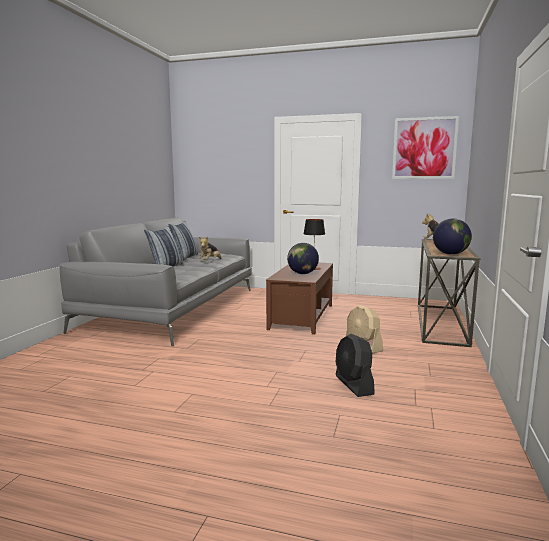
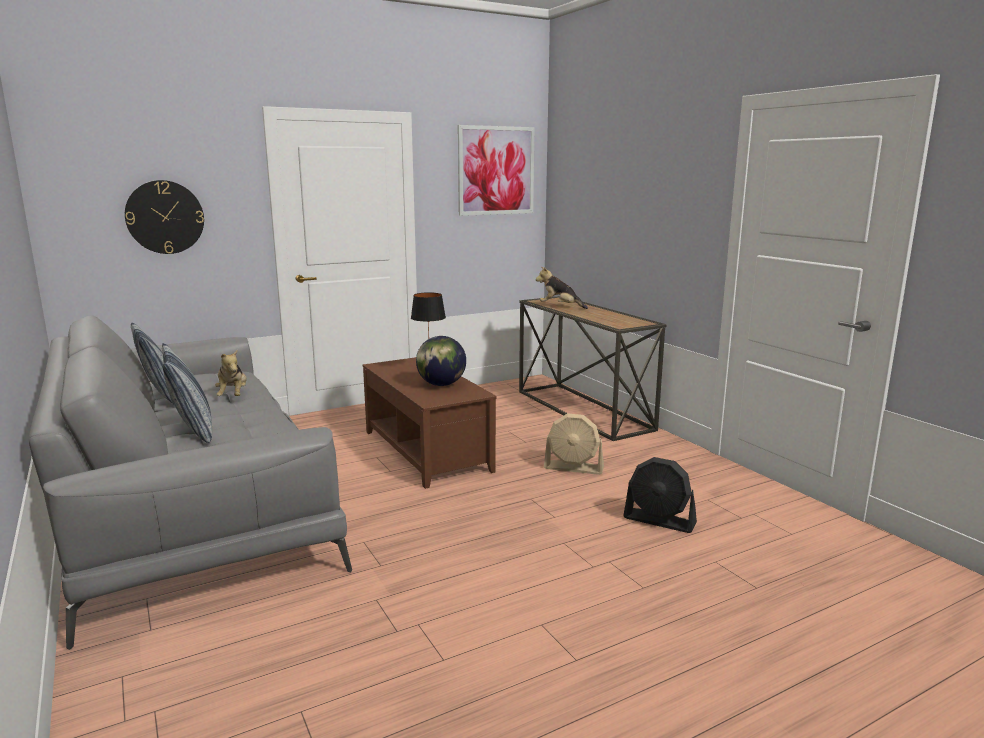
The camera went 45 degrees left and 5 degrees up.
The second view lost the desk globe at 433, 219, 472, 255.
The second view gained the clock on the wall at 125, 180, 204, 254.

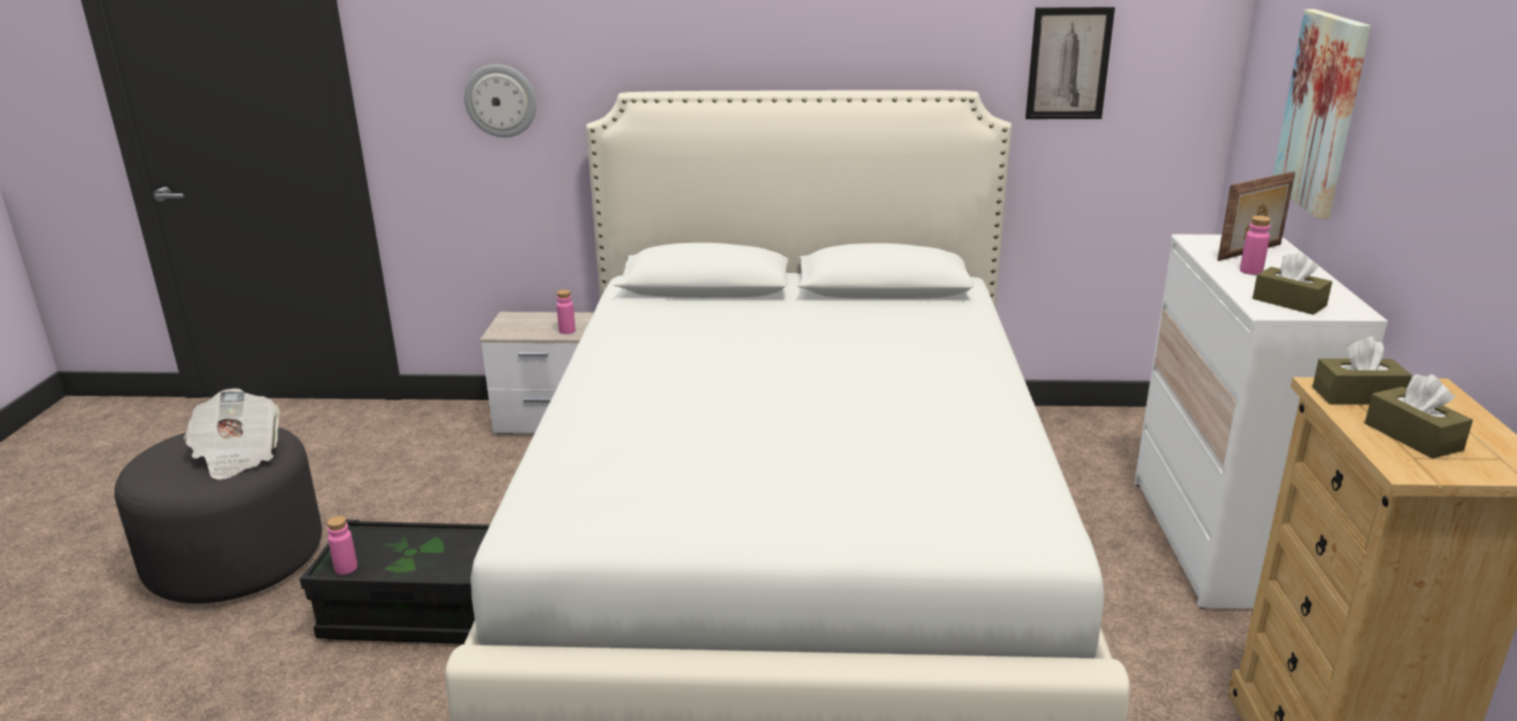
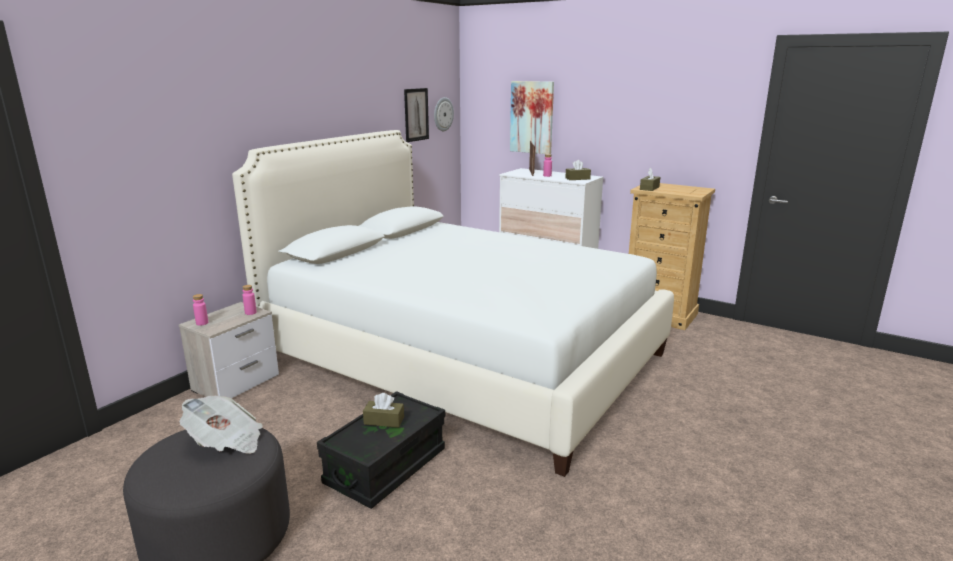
The camera went 60 degrees left and 5 degrees down.
The bottle/pink-coloured ended up elsewhere, having gone from 327, 516, 358, 575 to 193, 294, 208, 326.
The clock on the wall ended up elsewhere, having gone from 464, 64, 537, 137 to 434, 97, 454, 131.
The tissue box/brown ended up elsewhere, having gone from 1365, 374, 1473, 459 to 363, 393, 404, 428.

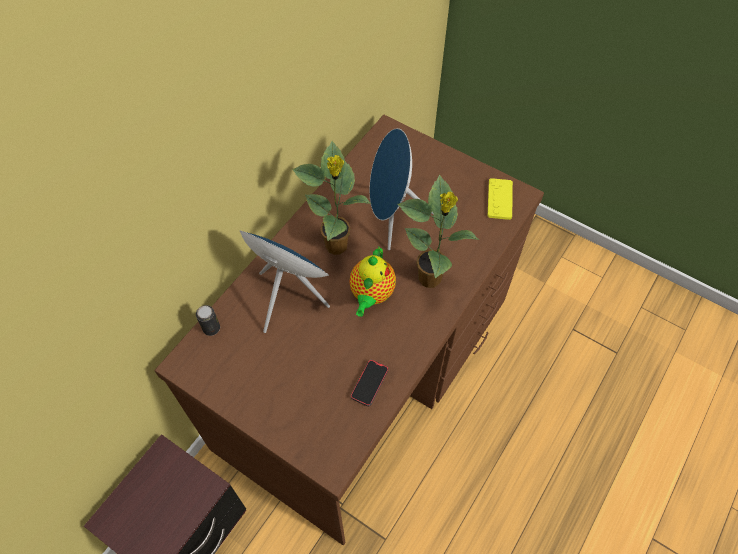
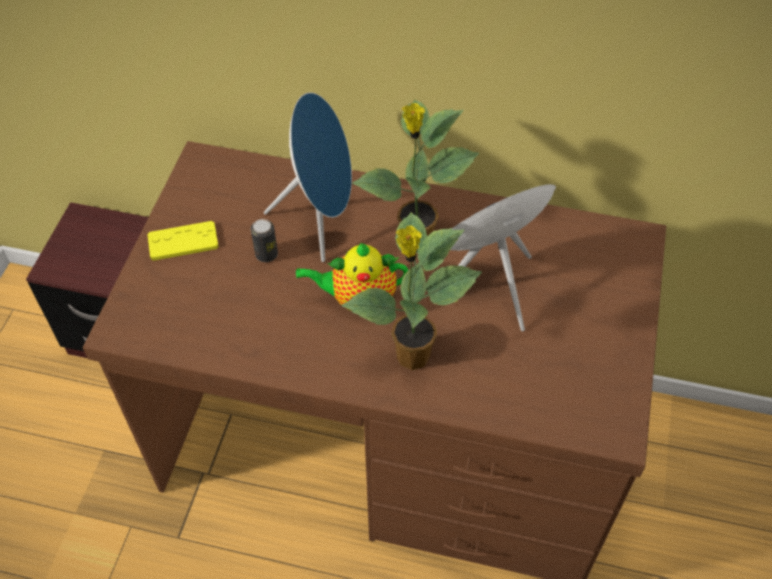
The camera went 70 degrees right and 5 degrees down.
The sealed can ended up elsewhere, having gone from 196, 305, 220, 336 to 251, 219, 278, 262.
The second view lost the handset at 351, 360, 388, 406.
The joypad/yellow-coloured ended up elsewhere, having gone from 488, 178, 513, 220 to 147, 221, 219, 261.

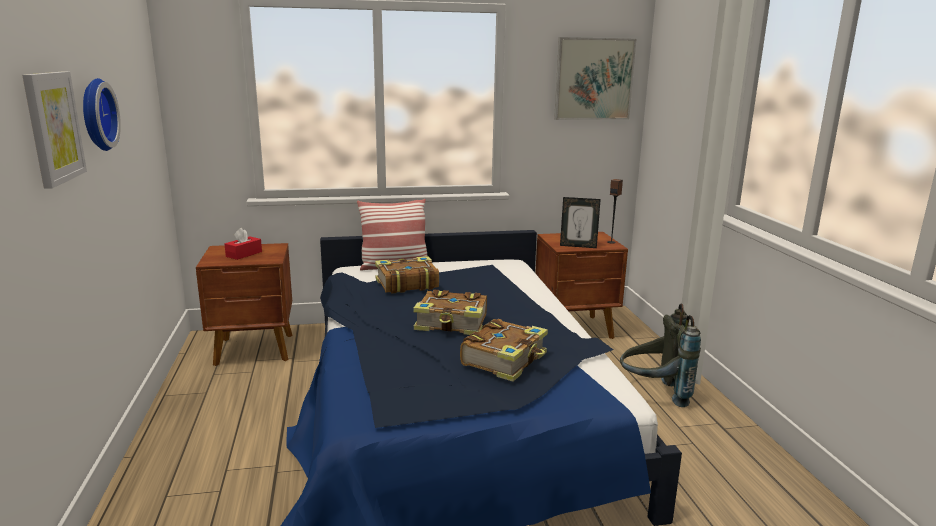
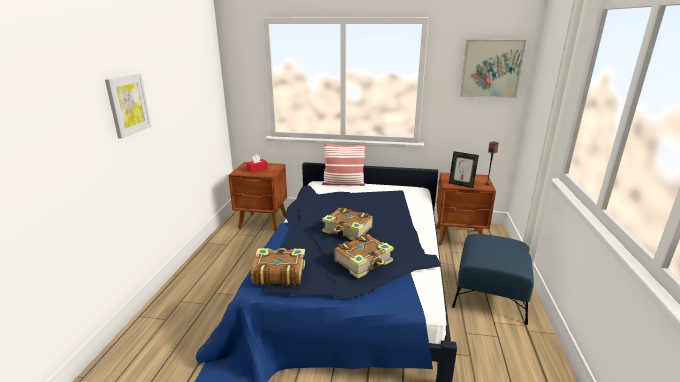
The camera went 20 degrees right and 5 degrees up.
The second view lost the clock on the wall at 83, 78, 121, 151.
The book ended up elsewhere, having gone from 375, 256, 439, 294 to 251, 248, 305, 286.
Where the rucksack/greyish stood at 620, 304, 701, 407, the ottoman/blue came to stand at 452, 234, 534, 325.

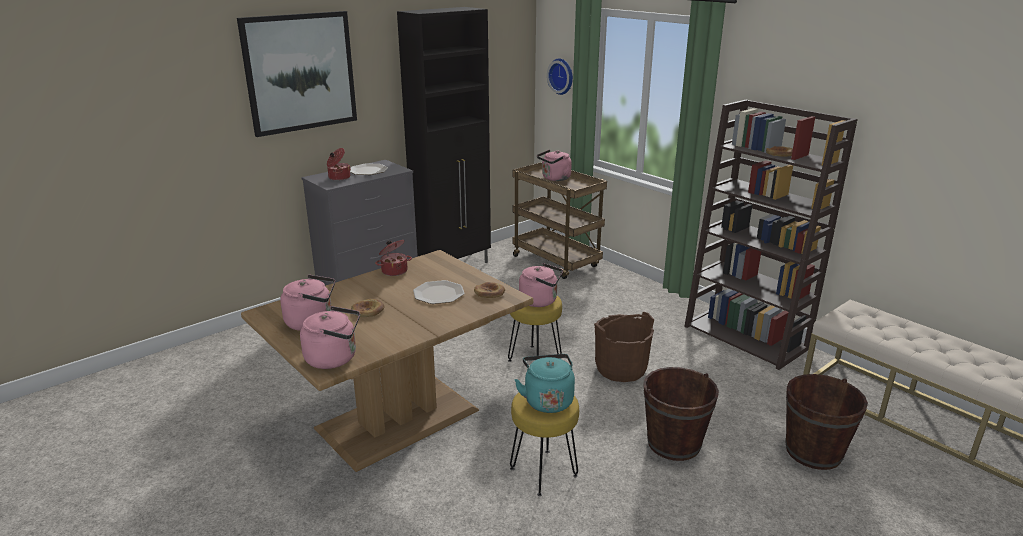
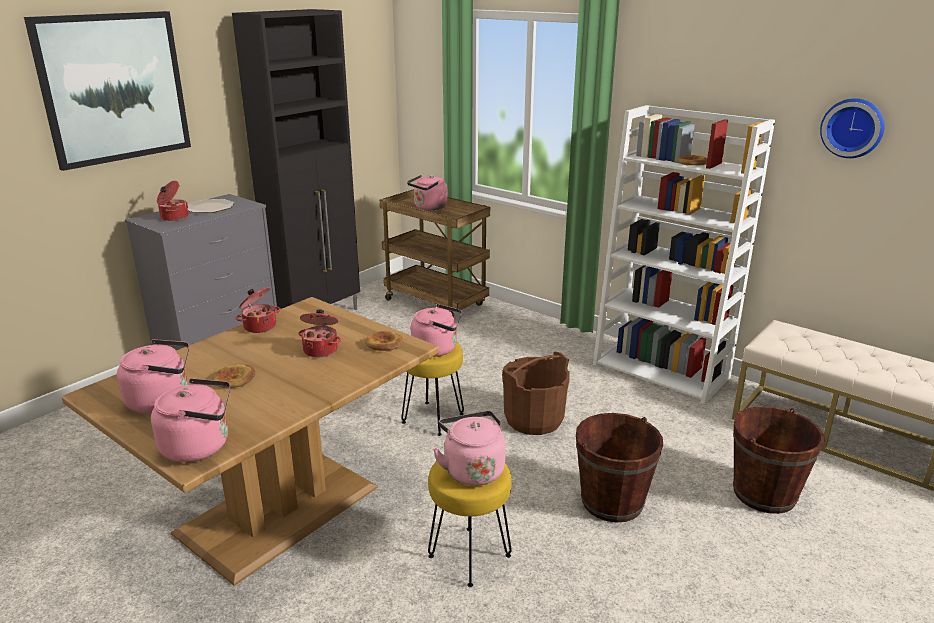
The camera went 10 degrees left and 0 degrees up.
Where the flat dish stood at 413, 280, 465, 304, the cooking pot came to stand at 298, 309, 341, 358.
What was the water kettle/turquoise-coloured at 515, 354, 575, 413 turned into the water kettle/pink-coloured at 433, 411, 506, 486.
The clock on the wall ended up elsewhere, having gone from 547, 58, 573, 95 to 820, 98, 884, 158.
What was the bookcase/brown at 684, 100, 858, 370 turned into the bookcase/whitish at 593, 105, 775, 404.

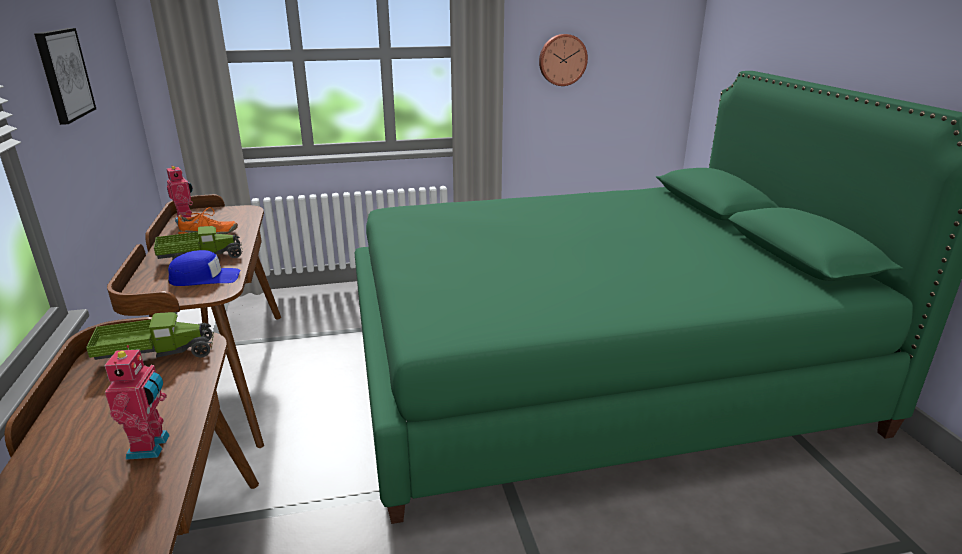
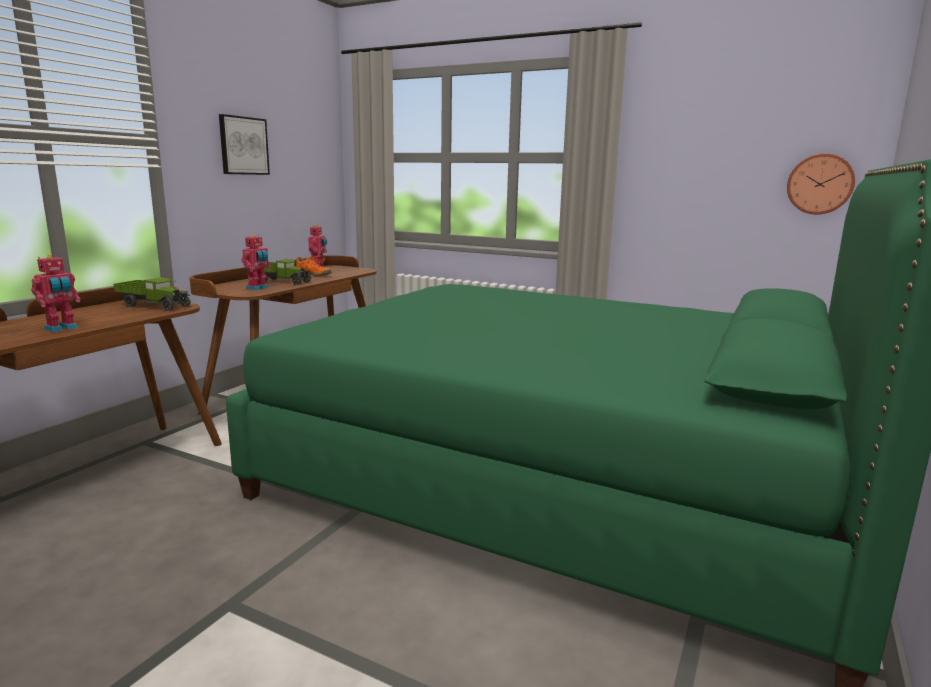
The camera went 40 degrees right and 10 degrees down.
Where the cap/blue stood at 168, 250, 240, 286, the robot figure came to stand at 241, 234, 271, 290.
The clock on the wall ended up elsewhere, having gone from 539, 34, 588, 86 to 787, 153, 855, 214.

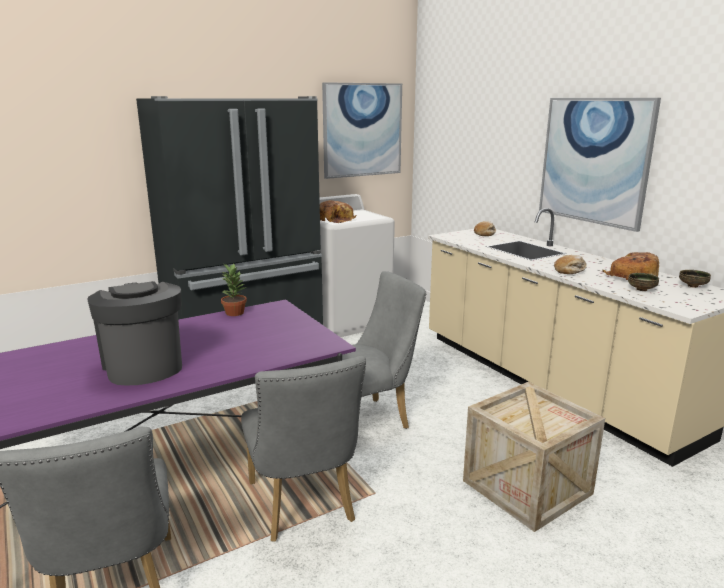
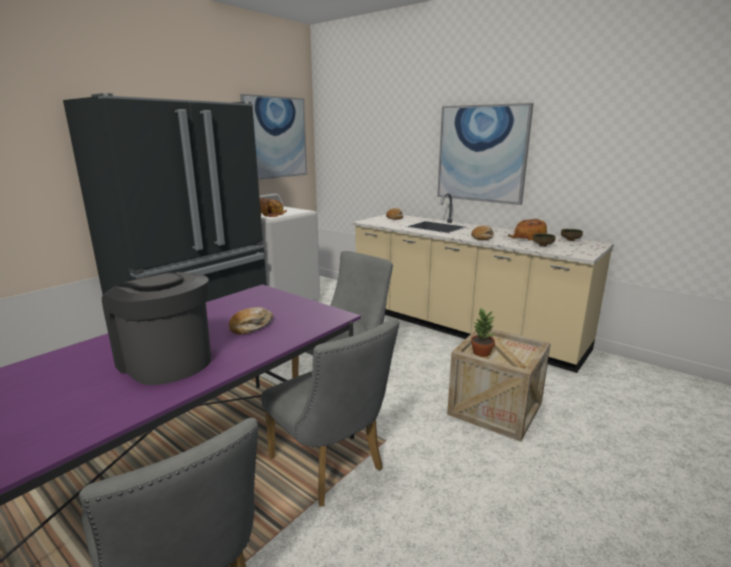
The camera went 20 degrees left and 0 degrees up.
The plant in a pot ended up elsewhere, having gone from 221, 264, 247, 316 to 471, 308, 496, 357.
The second view gained the bakery bread at 229, 307, 273, 334.

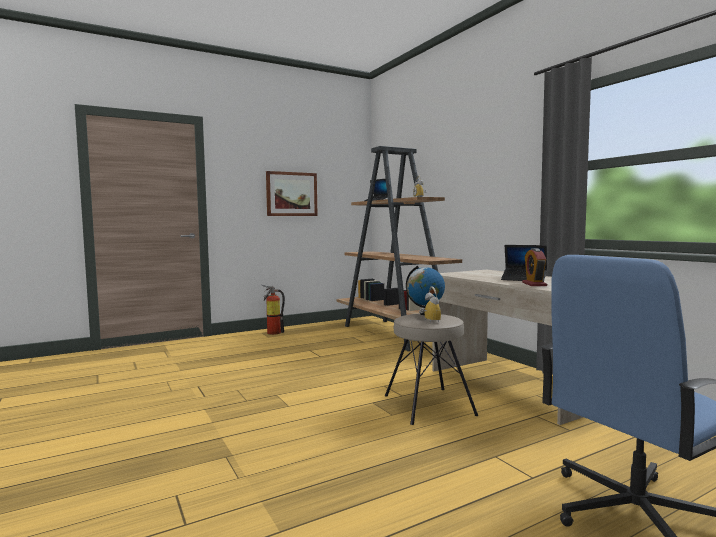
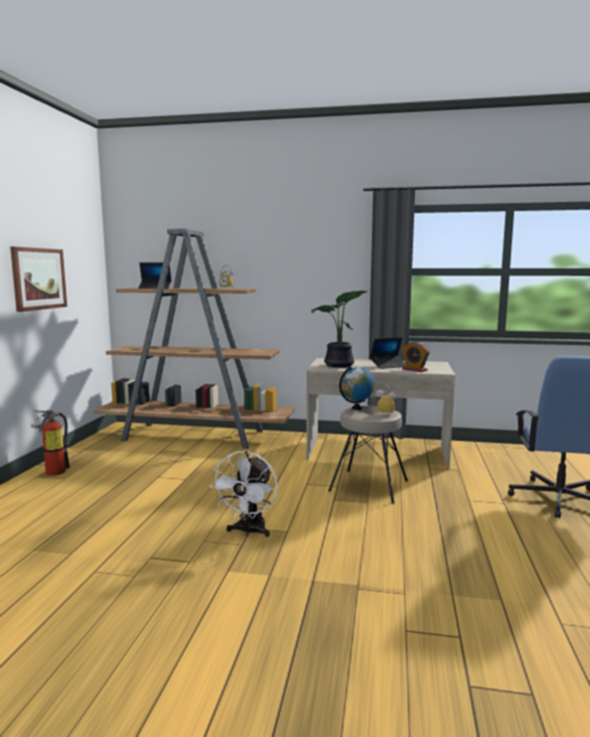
The camera went 50 degrees left and 5 degrees up.
The second view gained the electric fan/whitish at 210, 451, 278, 537.
The second view gained the plant in a pot at 311, 290, 368, 368.

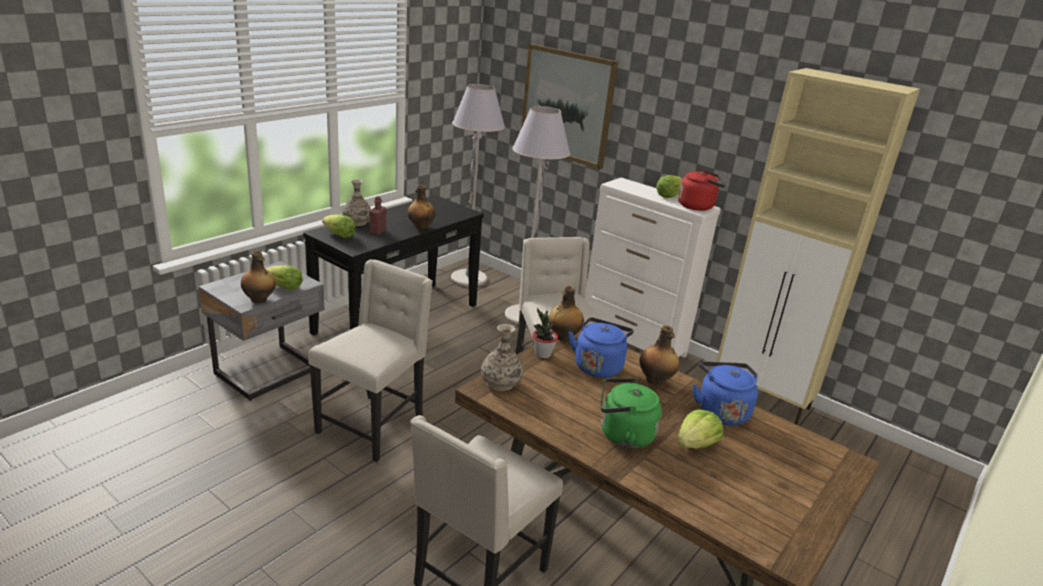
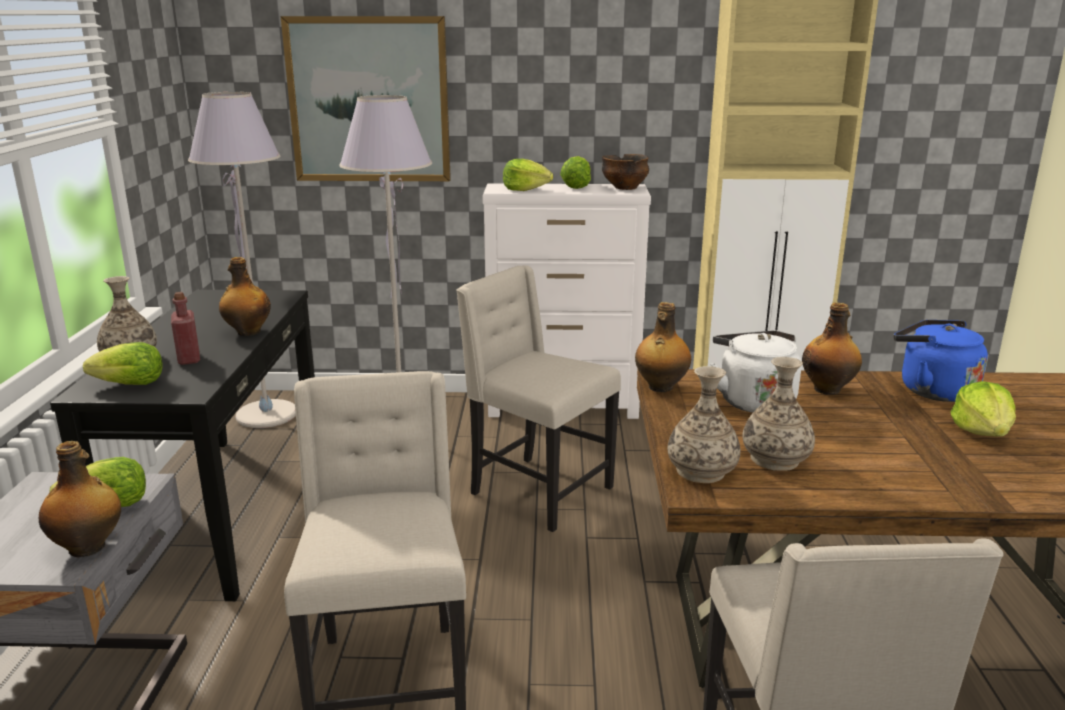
The camera went 35 degrees left and 5 degrees down.
The second view lost the plant in a pot at 533, 308, 558, 358.
What was the water kettle/blue at 568, 317, 634, 378 turned into the water kettle/whitish at 710, 331, 801, 413.
The second view lost the water kettle/green at 601, 378, 662, 448.
Where the water kettle/reddish stood at 678, 169, 726, 211, the bowl came to stand at 602, 154, 649, 190.
The second view gained the lettuce at 503, 159, 553, 191.
The second view gained the decorative vase at 743, 357, 815, 471.

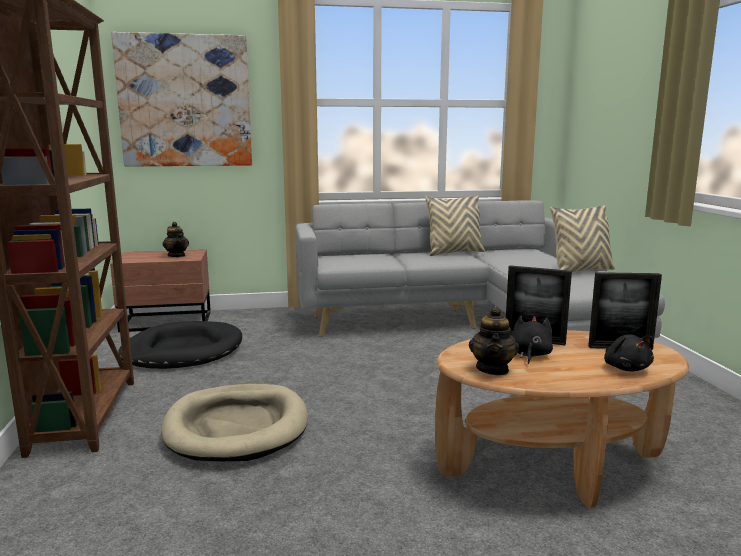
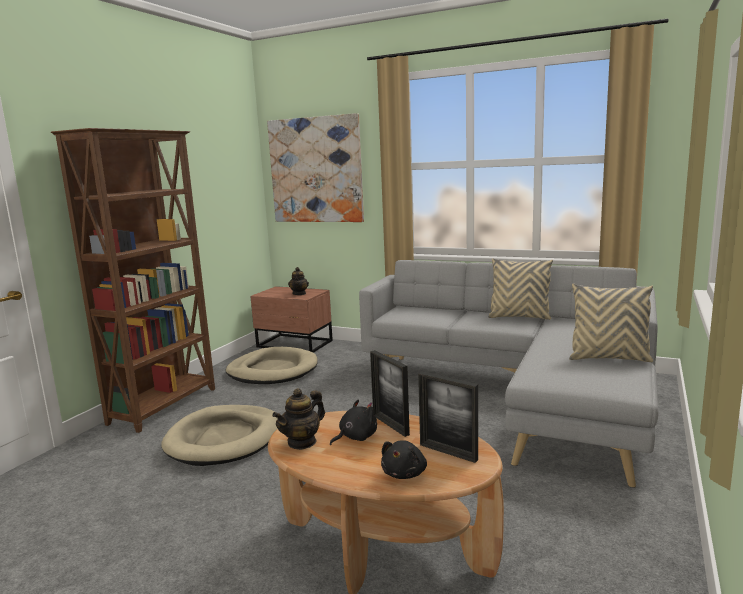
The camera went 35 degrees right and 0 degrees up.
What was the dog bed/black at 118, 321, 242, 369 turned into the dog bed/beige-coloured at 225, 347, 318, 384.

